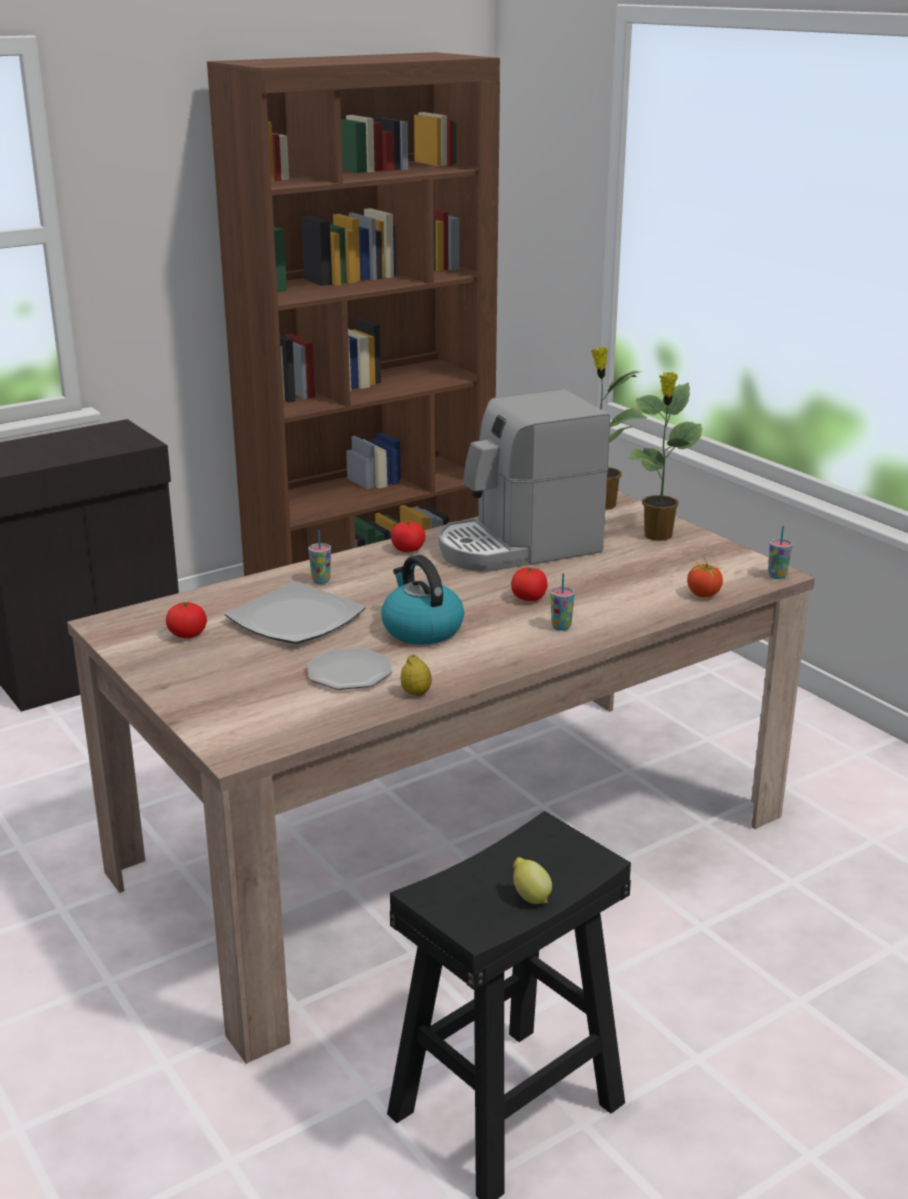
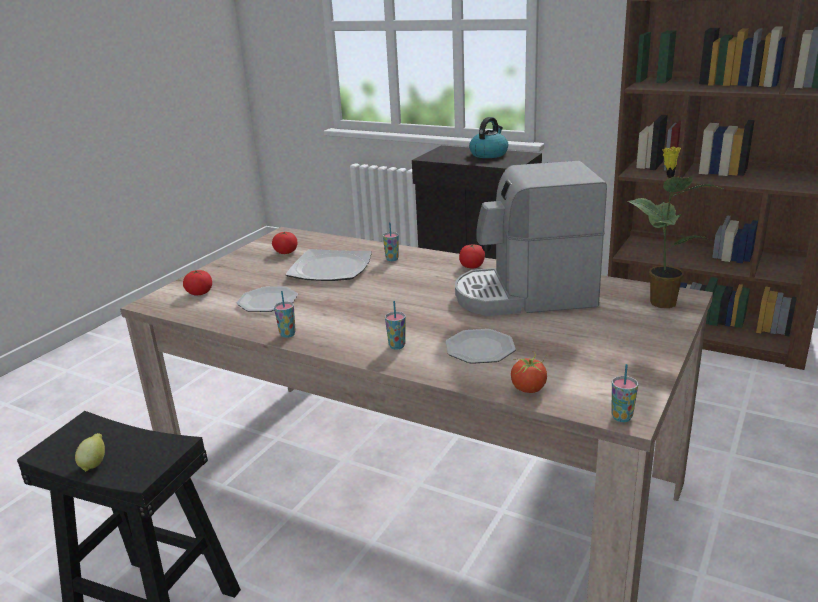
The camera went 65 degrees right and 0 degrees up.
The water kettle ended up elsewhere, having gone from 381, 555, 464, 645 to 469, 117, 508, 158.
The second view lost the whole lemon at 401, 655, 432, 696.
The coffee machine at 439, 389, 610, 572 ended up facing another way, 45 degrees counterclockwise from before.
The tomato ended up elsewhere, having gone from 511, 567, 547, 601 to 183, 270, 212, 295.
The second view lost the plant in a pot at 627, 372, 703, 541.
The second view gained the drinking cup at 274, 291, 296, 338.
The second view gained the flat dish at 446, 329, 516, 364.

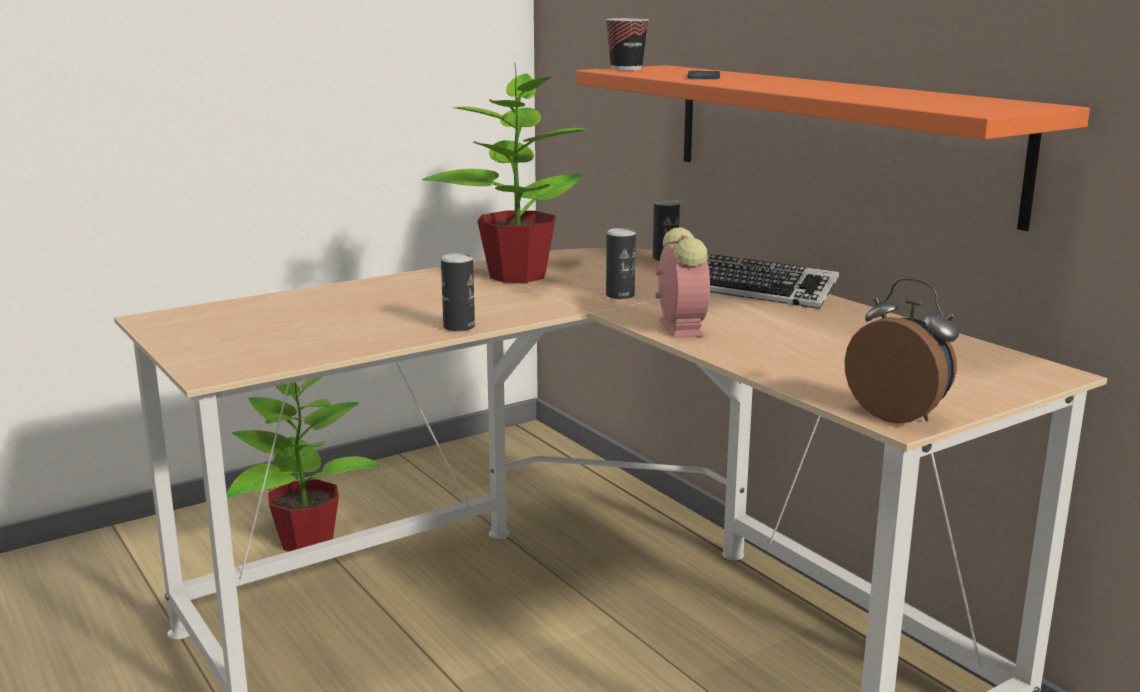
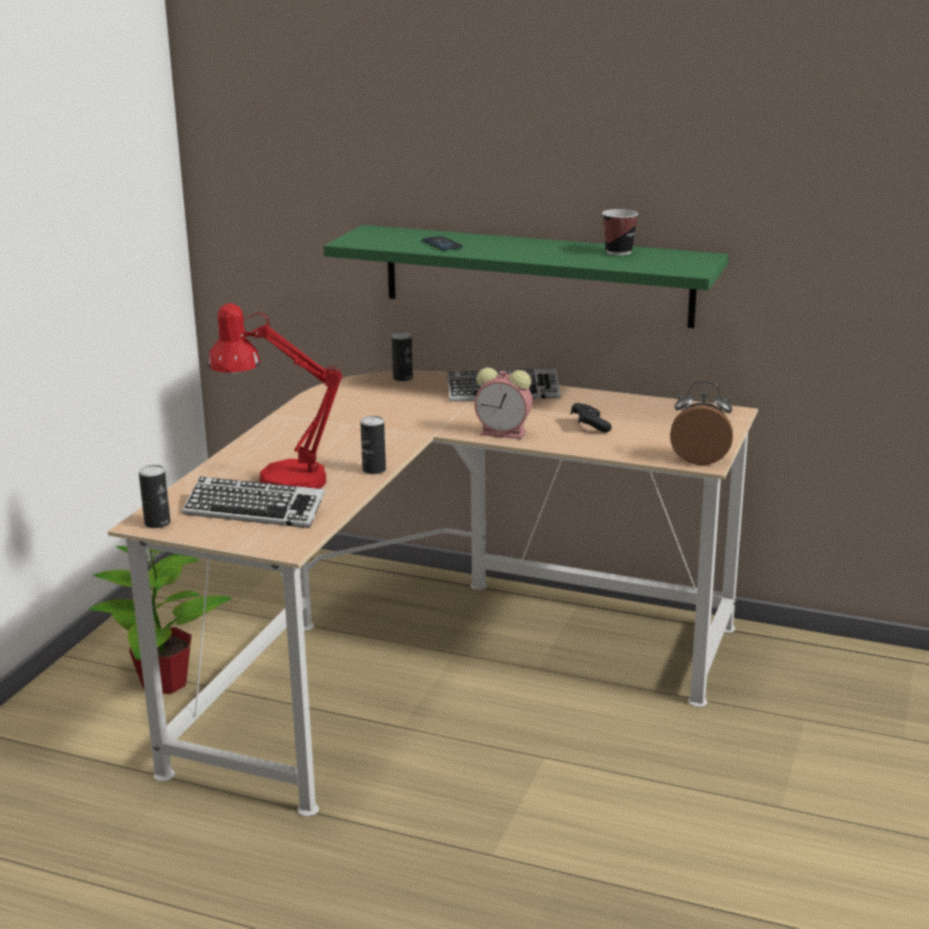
The camera went 35 degrees left and 5 degrees up.
The second view lost the plant in a pot at 422, 65, 588, 283.
What was the wall shelf/orangey at 576, 65, 1090, 231 turned into the wall shelf/green at 323, 225, 728, 328.
The drinking cup ended up elsewhere, having gone from 605, 18, 649, 70 to 602, 209, 638, 256.
The sealed can ended up elsewhere, having gone from 606, 228, 636, 299 to 139, 465, 170, 528.
The table clock at 655, 228, 710, 338 ended up facing another way, 150 degrees clockwise from before.
The second view gained the computer keyboard at 182, 477, 325, 528.
The second view gained the tabletop lamp/reddish at 208, 303, 343, 489.
The second view gained the joypad/black at 571, 403, 612, 433.

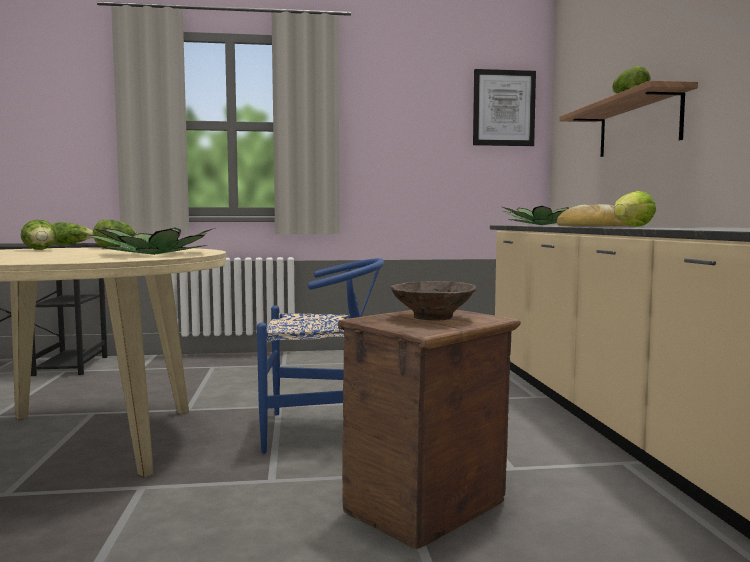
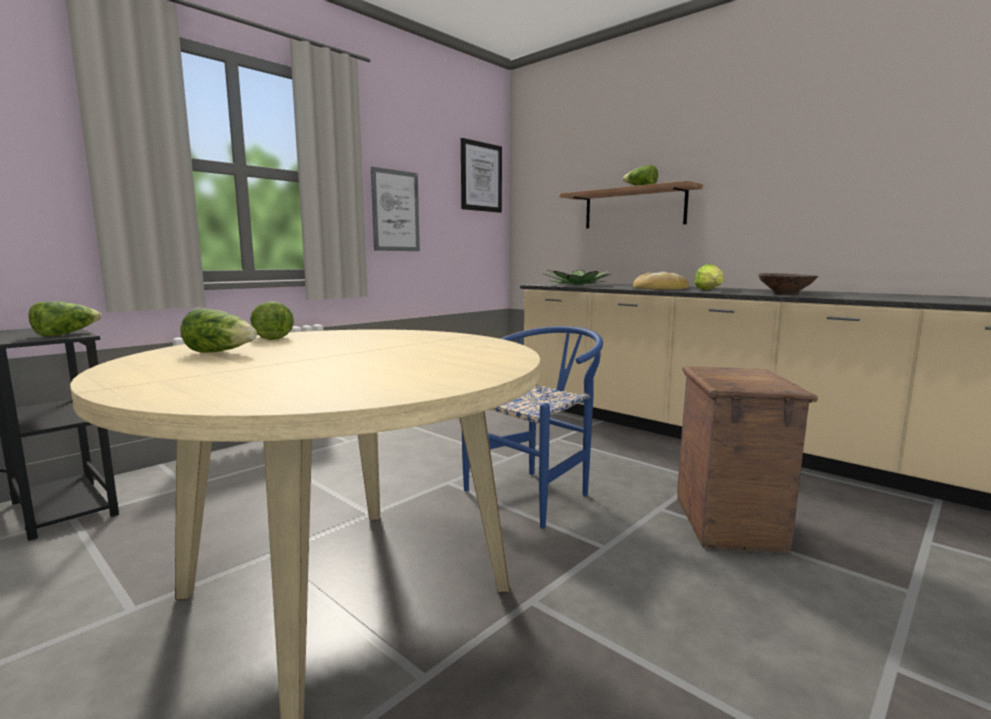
The camera went 40 degrees left and 5 degrees up.
The second view lost the plant in a pot at 88, 228, 215, 255.
The bowl/brown ended up elsewhere, having gone from 390, 281, 477, 321 to 758, 273, 819, 295.
The second view gained the wall art at 371, 167, 420, 251.

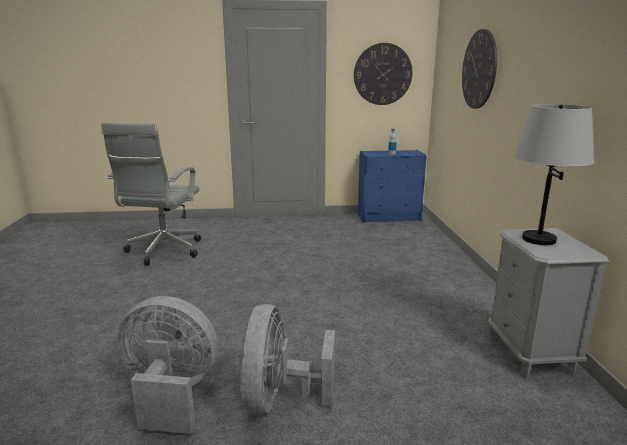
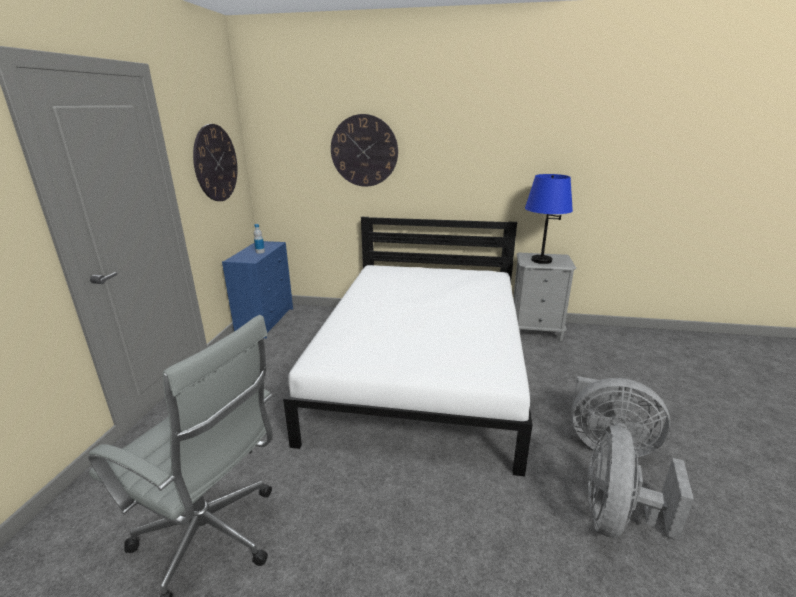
The camera went 75 degrees left and 5 degrees up.
What was the tabletop lamp/greyish at 513, 104, 594, 245 turned into the tabletop lamp/blue at 525, 174, 573, 264.
The second view gained the bedroom bed/whitish at 283, 217, 532, 477.

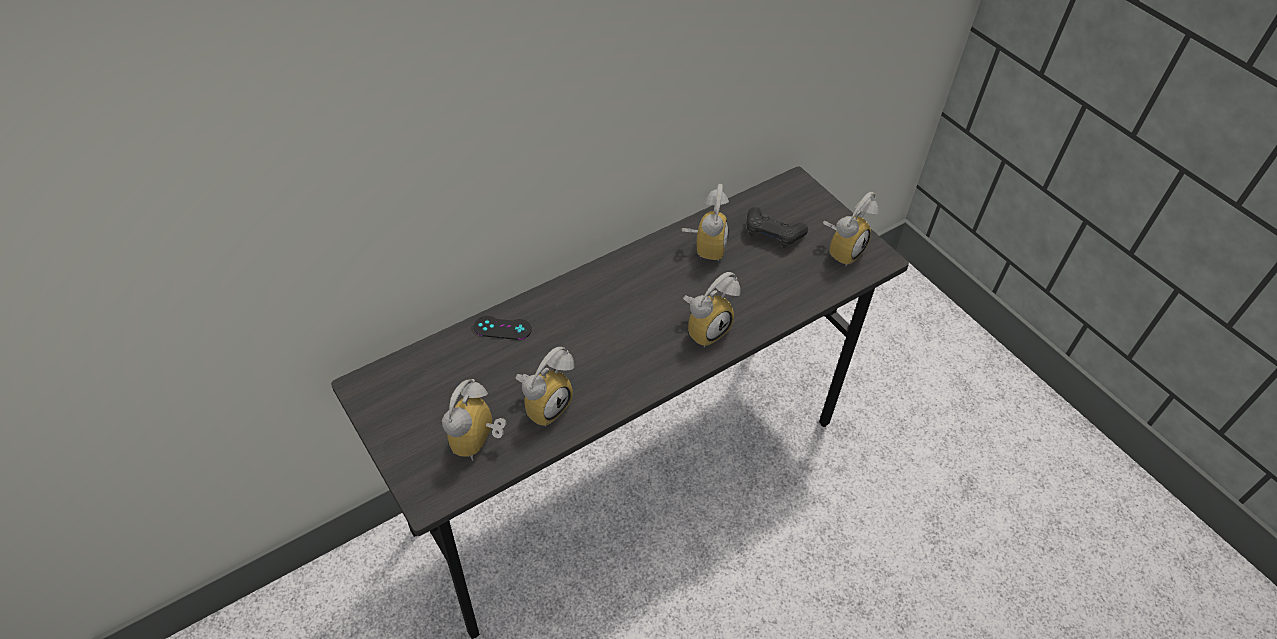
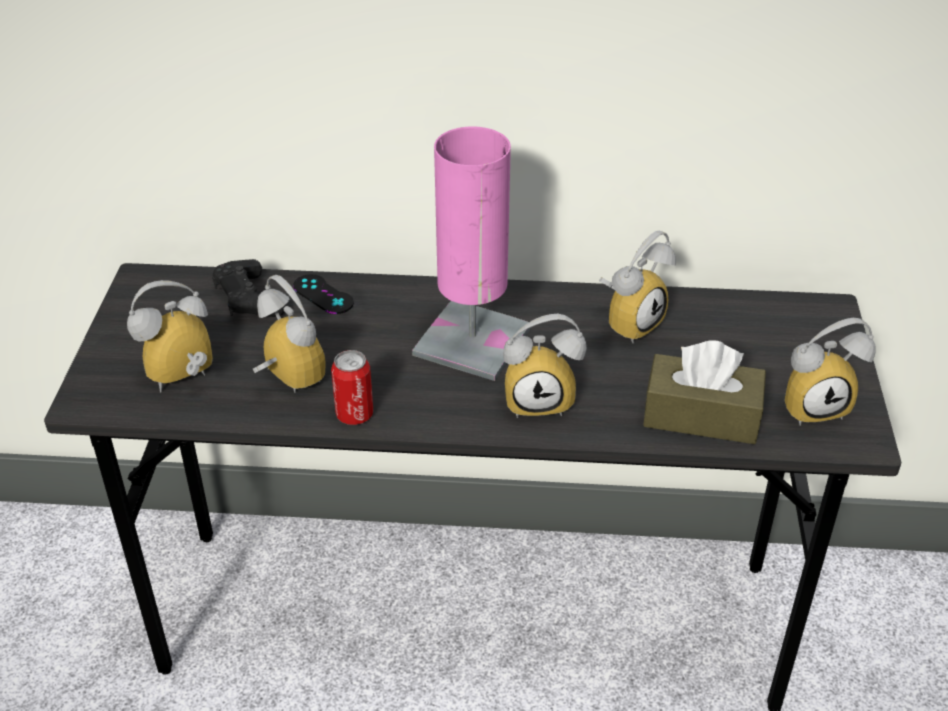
The camera went 40 degrees right and 10 degrees down.
The table clock at 516, 347, 574, 427 ended up facing another way, 120 degrees counterclockwise from before.
The joypad/black ended up elsewhere, having gone from 746, 207, 808, 248 to 212, 259, 286, 317.
The second view gained the sealed can at 331, 350, 373, 425.
The second view gained the tabletop lamp/pink-coloured at 412, 126, 531, 381.
The second view gained the tissue box/brown at 643, 340, 766, 444.

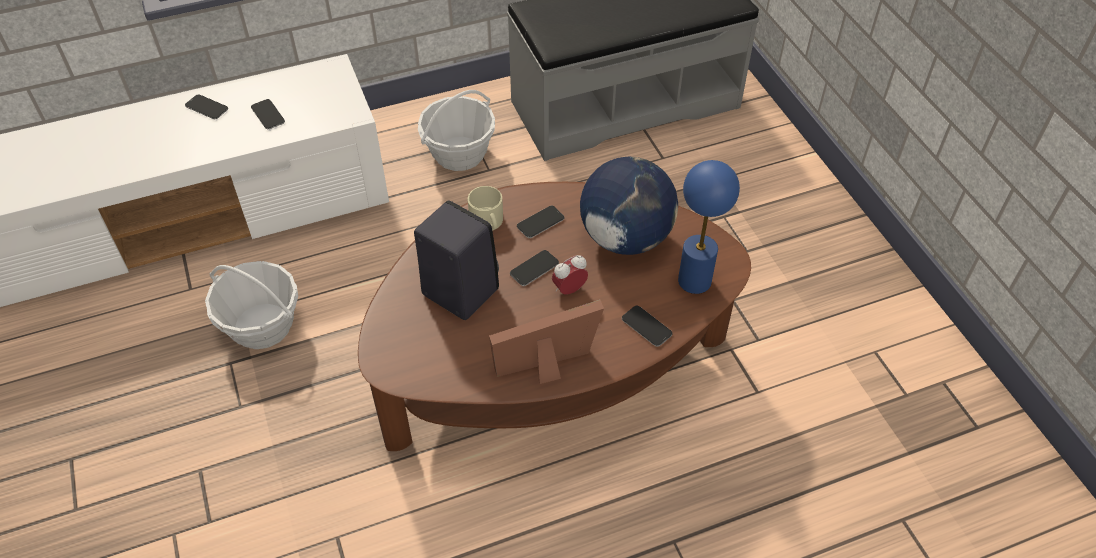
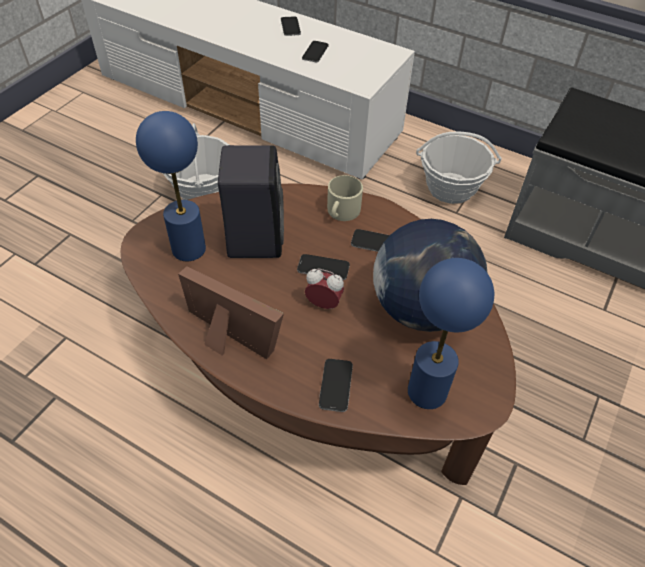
The camera went 50 degrees right and 0 degrees up.
The second view gained the tabletop lamp/blue at 136, 111, 206, 261.

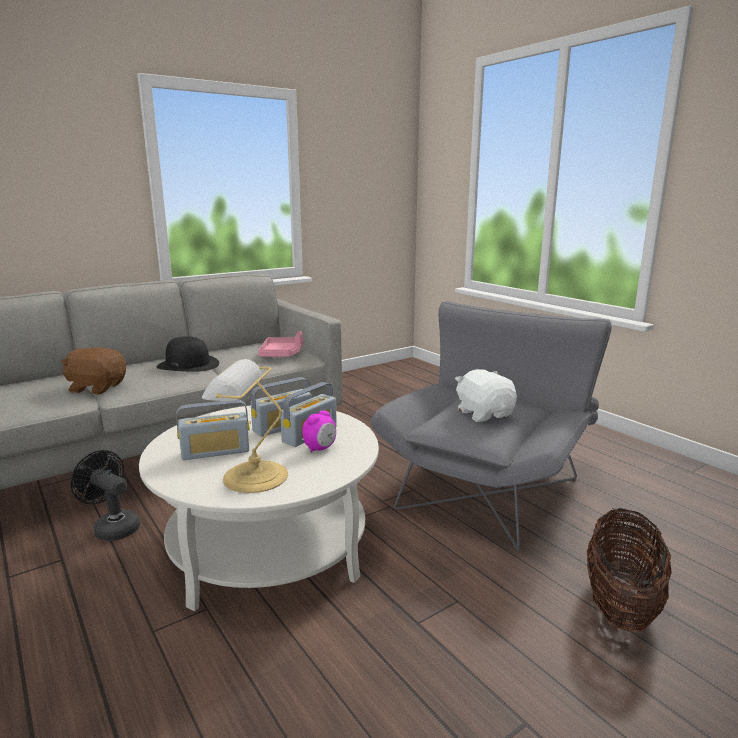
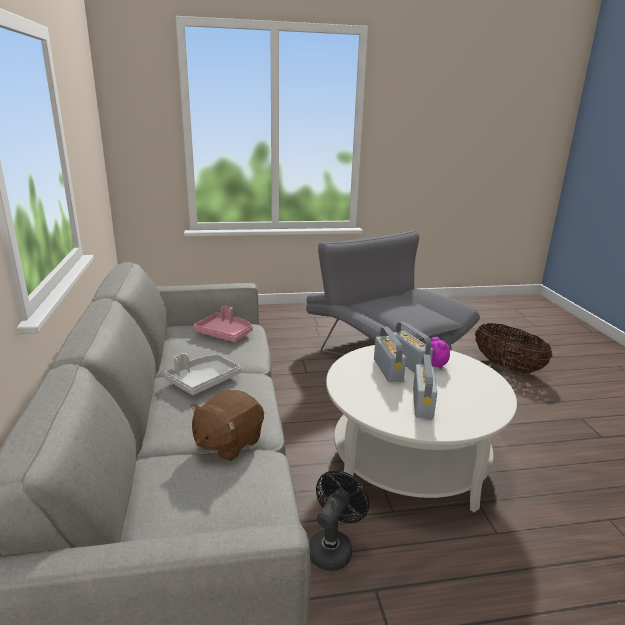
The camera went 65 degrees left and 5 degrees up.
The electric fan/black at 70, 450, 140, 541 ended up facing another way, 150 degrees clockwise from before.
Where the wearable hat/black stood at 156, 336, 219, 372, the tray/greyish came to stand at 164, 353, 241, 395.
The second view lost the tabletop lamp at 202, 359, 288, 493.
The second view lost the soft toy/whitish at 455, 369, 517, 422.

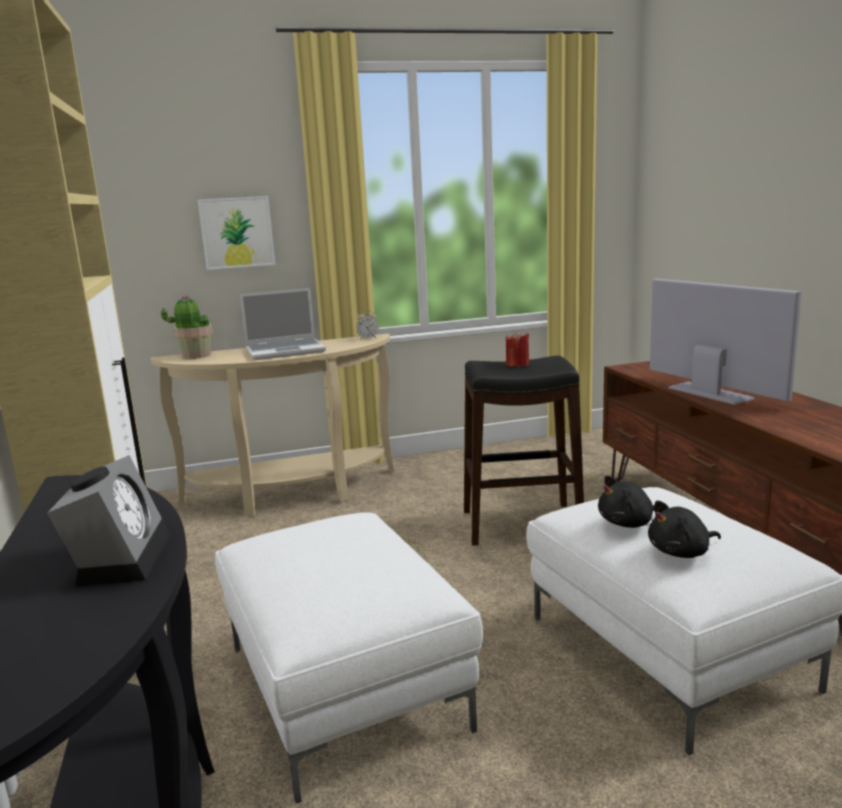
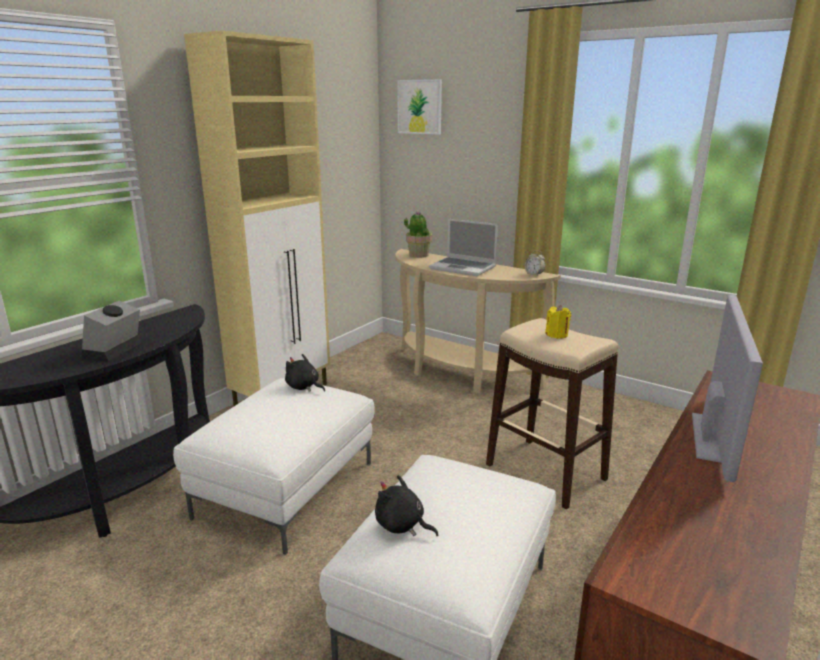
The camera went 50 degrees right and 5 degrees up.
The table clock at 47, 455, 170, 587 ended up facing another way, 150 degrees clockwise from before.
The wall art ended up elsewhere, having gone from 198, 196, 275, 270 to 397, 79, 442, 135.
What was the stool seat/black at 464, 355, 584, 545 turned into the stool seat/beige-coloured at 486, 318, 618, 509.
What was the wax candle/reddish at 506, 331, 529, 367 turned into the wax candle/yellow-coloured at 545, 305, 571, 339.
The soft toy/black ended up elsewhere, having gone from 598, 475, 655, 528 to 285, 354, 325, 392.

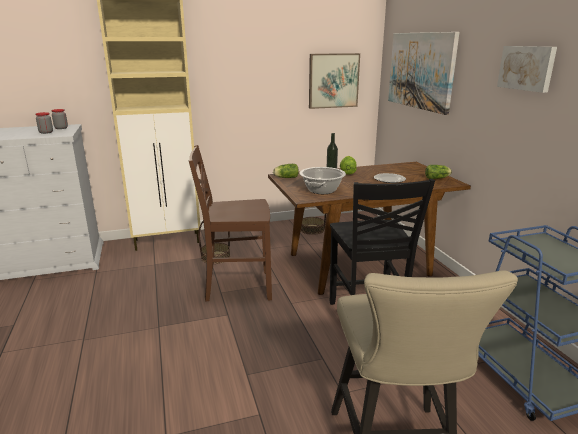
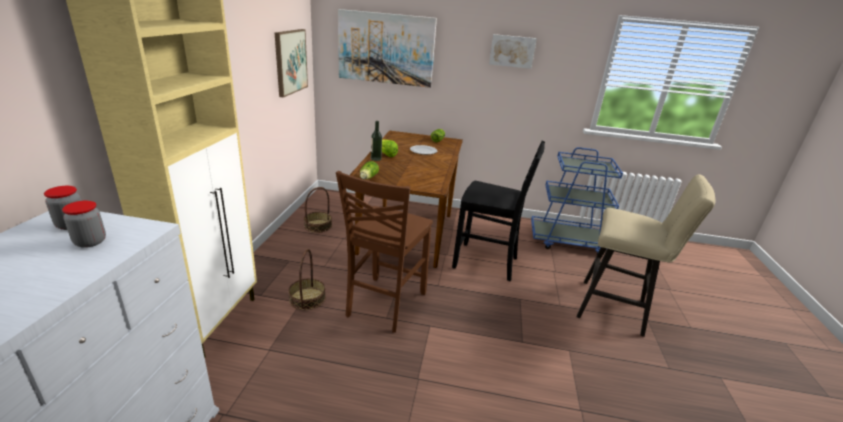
The camera went 65 degrees left and 5 degrees up.
The second view lost the cooking pot at 299, 167, 346, 194.

